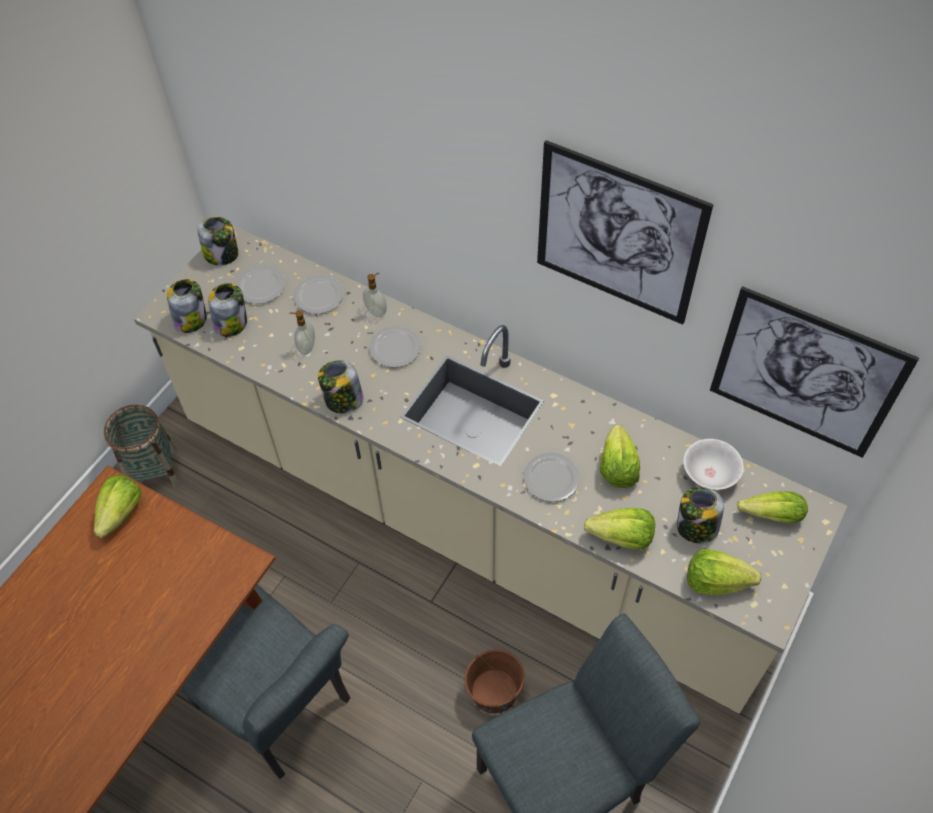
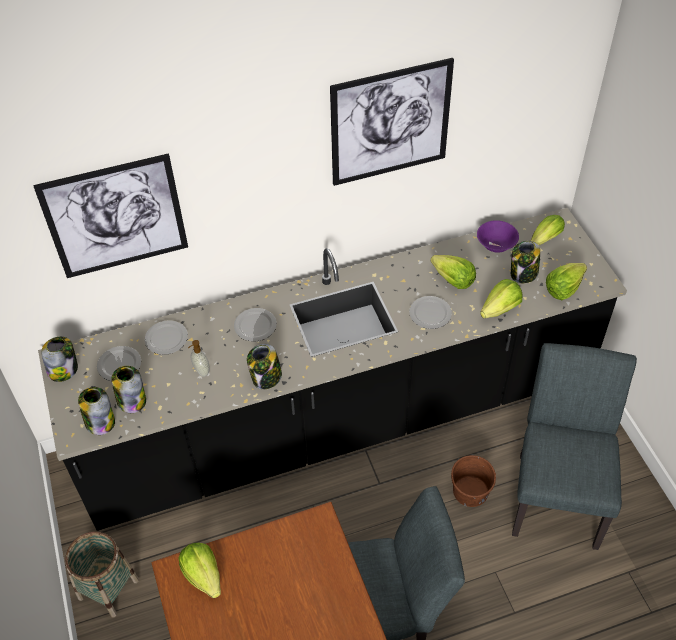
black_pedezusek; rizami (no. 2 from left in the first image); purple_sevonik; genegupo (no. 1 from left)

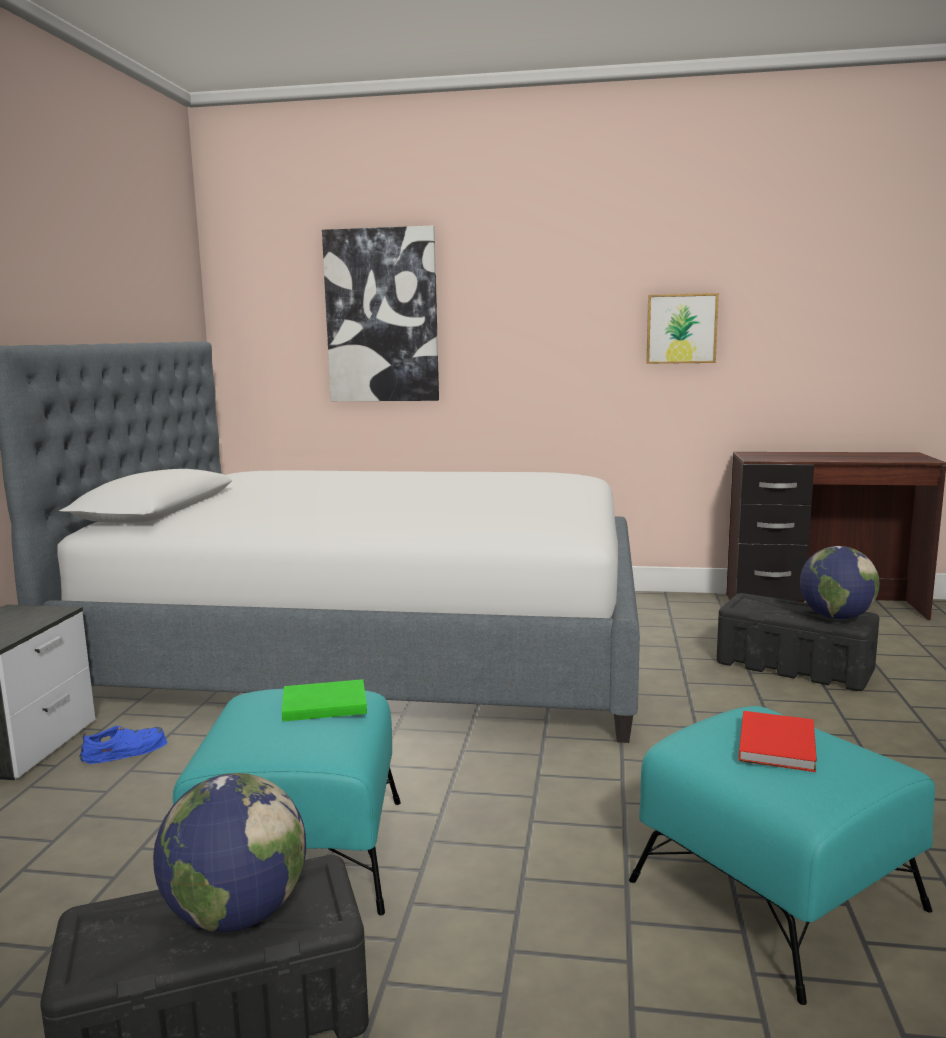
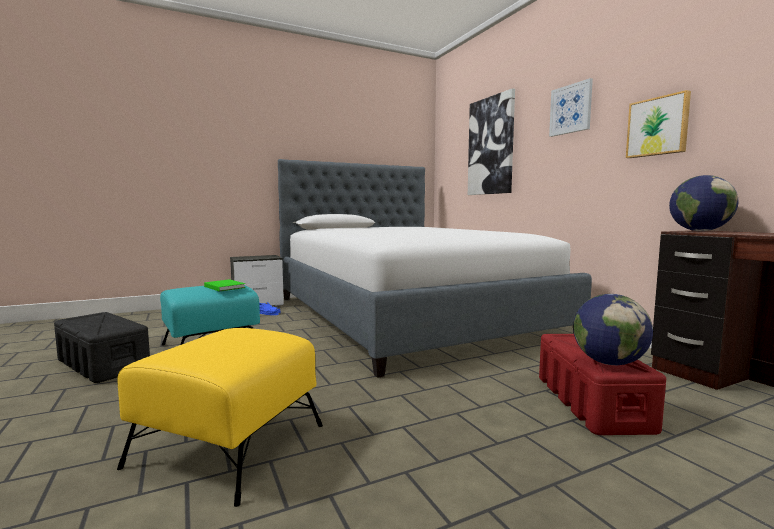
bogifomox (no. 2 from left); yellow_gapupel; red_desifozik; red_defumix; genegupo (no. 2 from left)

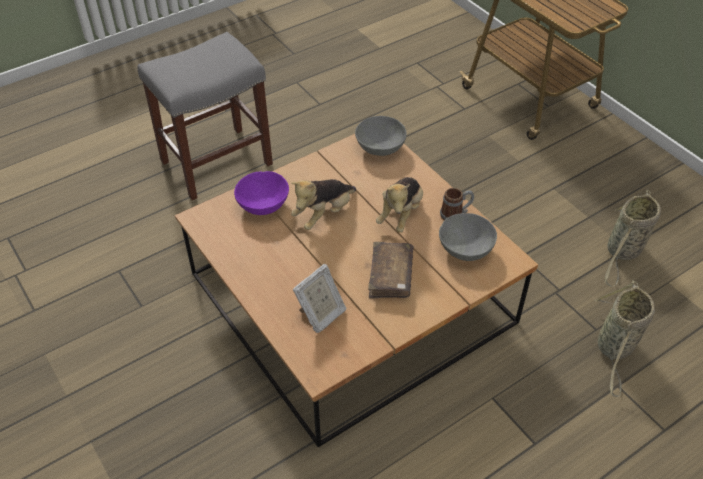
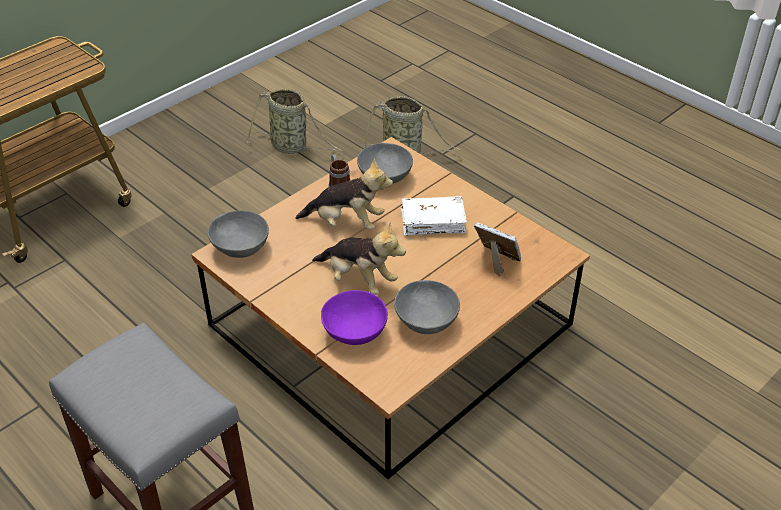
white_defumix; grey_sevonik (no. 3 from left)

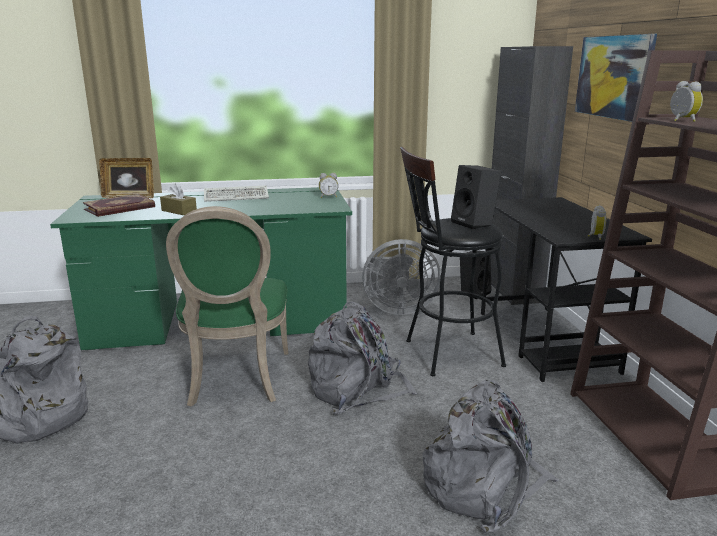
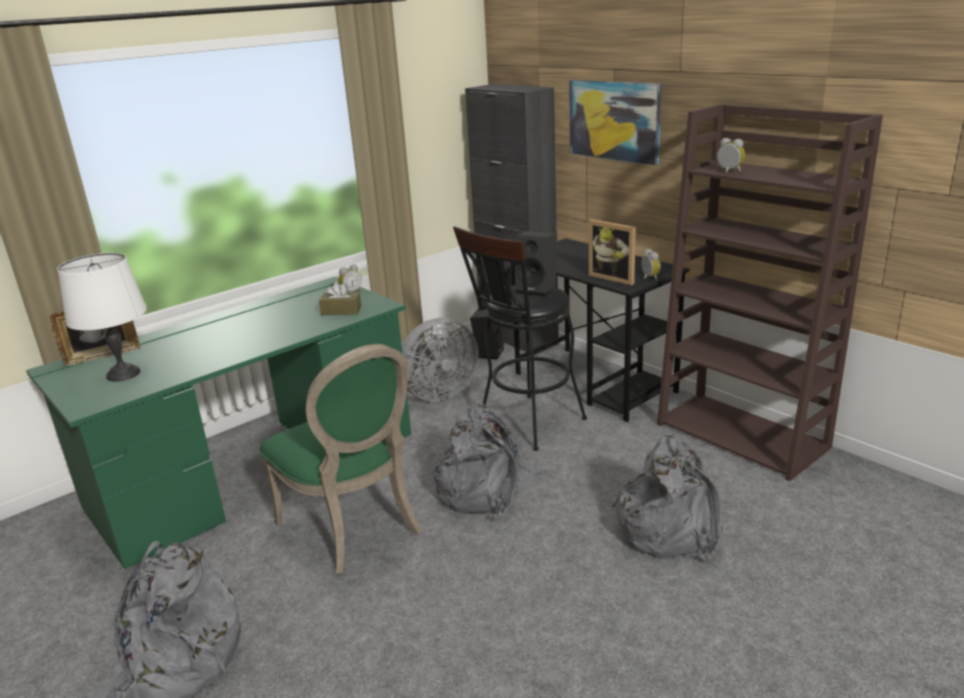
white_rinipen; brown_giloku; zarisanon; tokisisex (no. 2 from left)

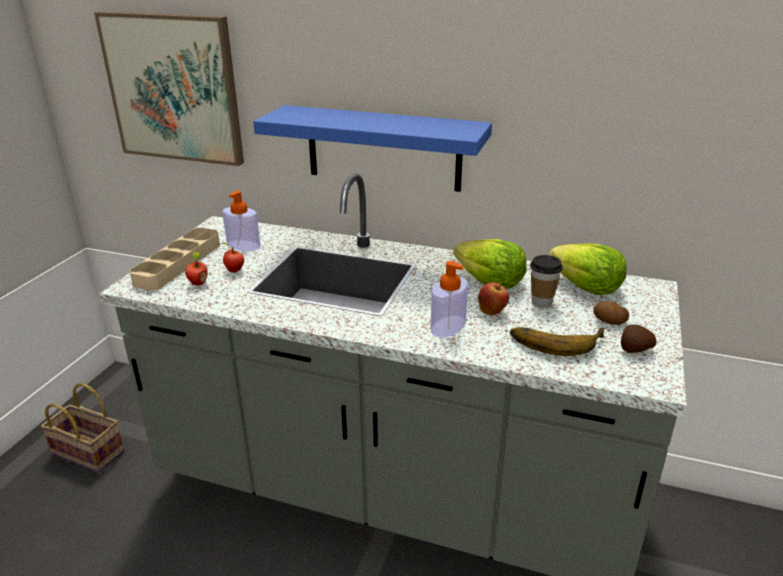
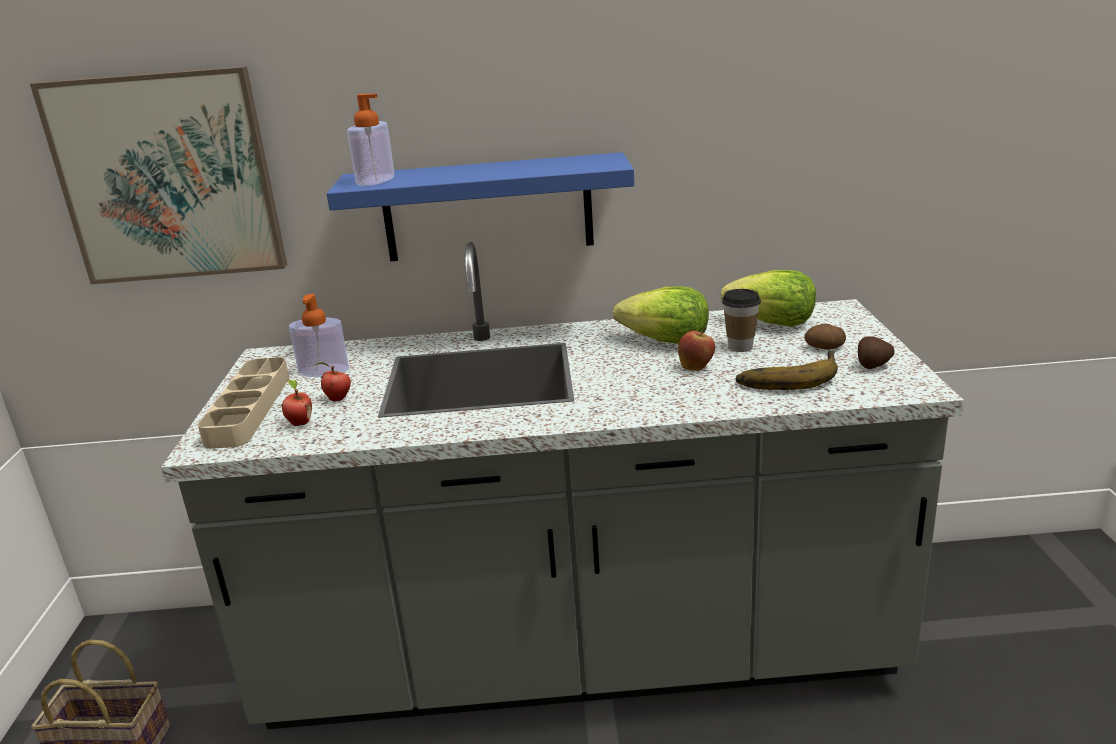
rizami (no. 2 from left)

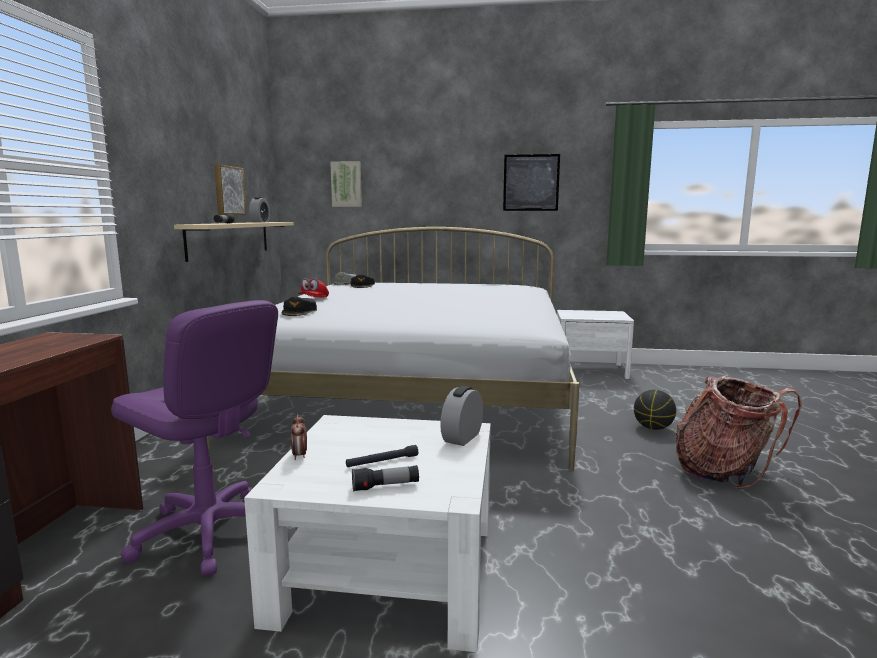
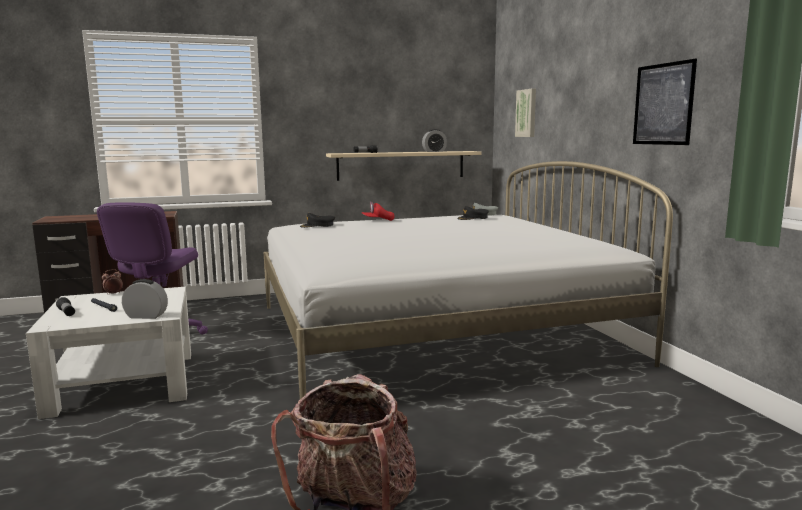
genegupo (no. 1 from left in the first image); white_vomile; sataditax

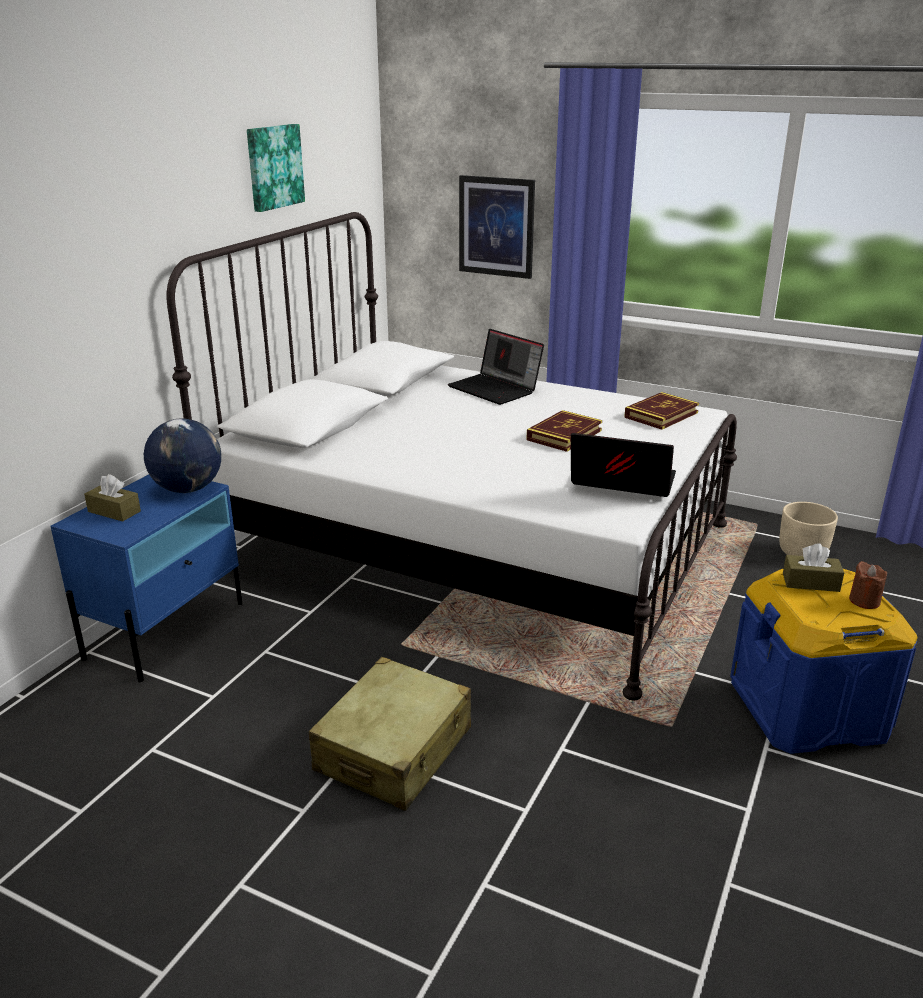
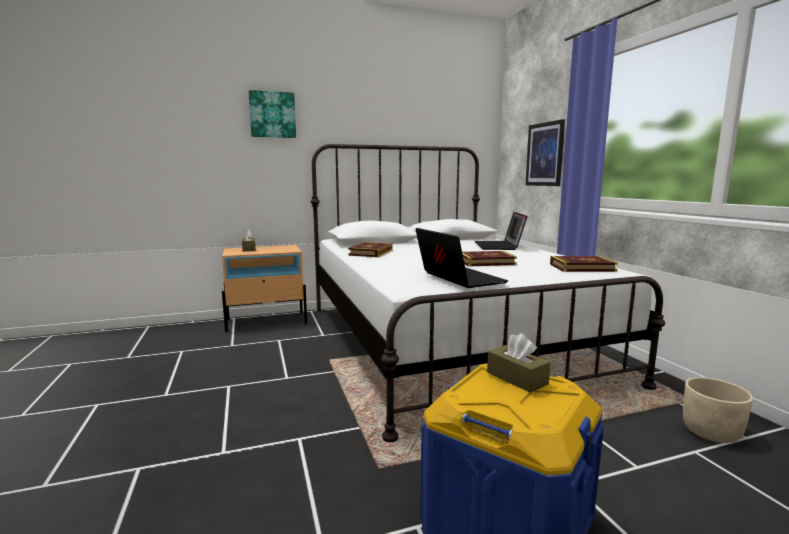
beige_vomile; bogifomox; genegupo (no. 1 from left); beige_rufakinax; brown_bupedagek; defumix (no. 1 from left)

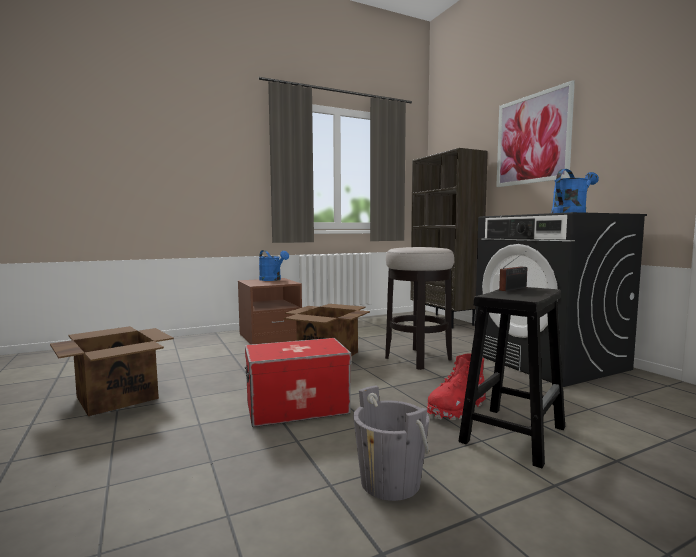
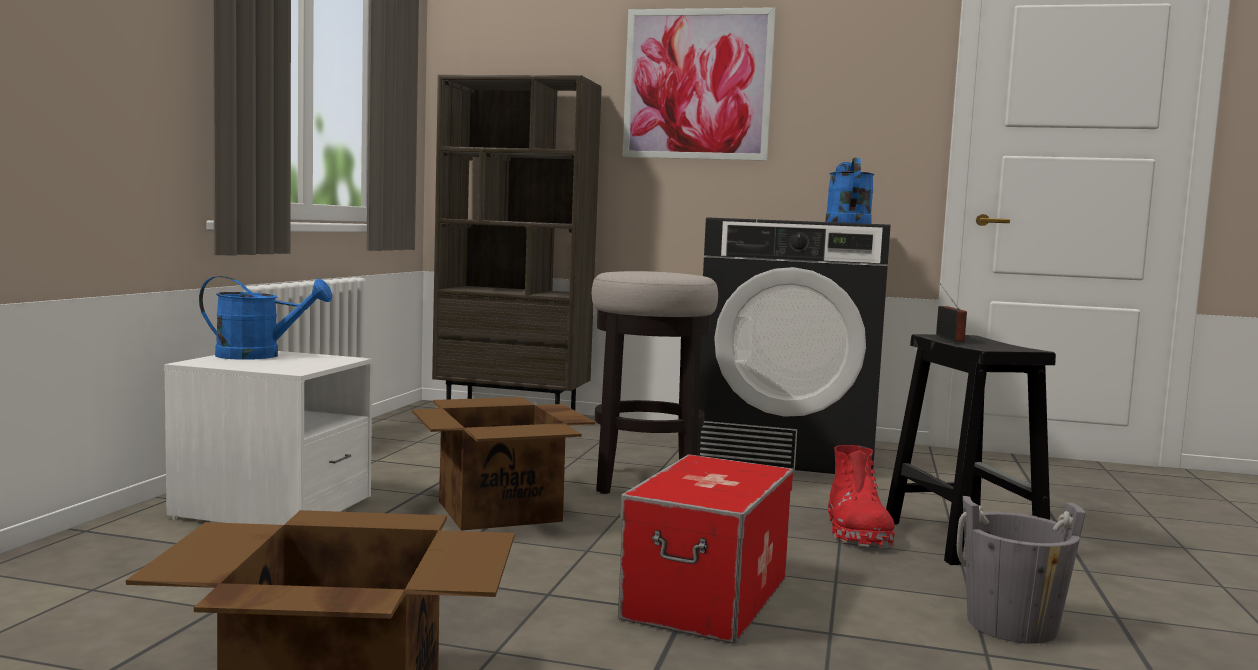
white_vomile

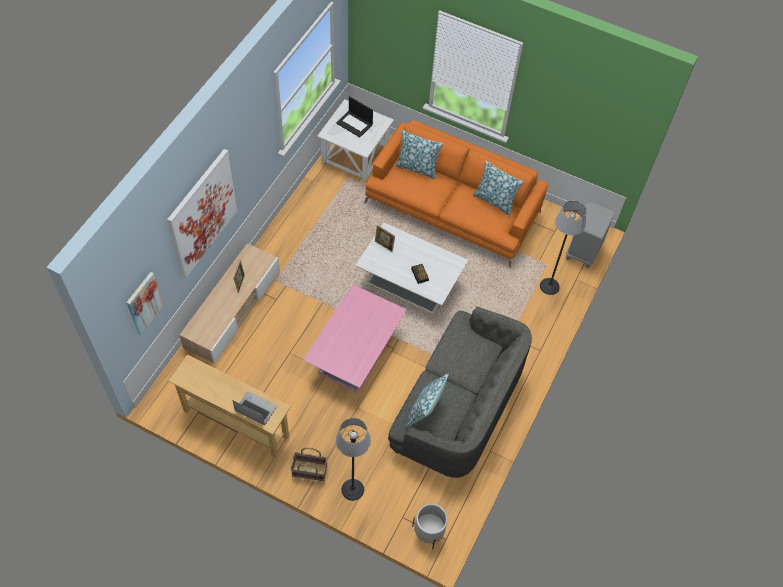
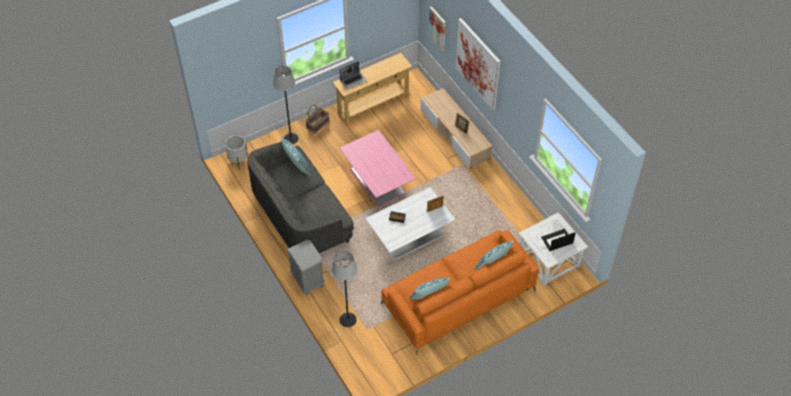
grey_vomile

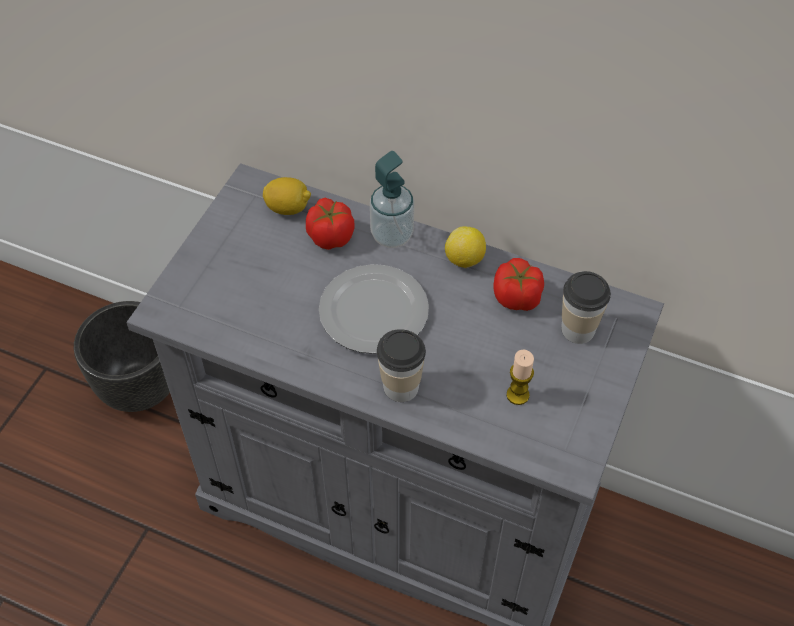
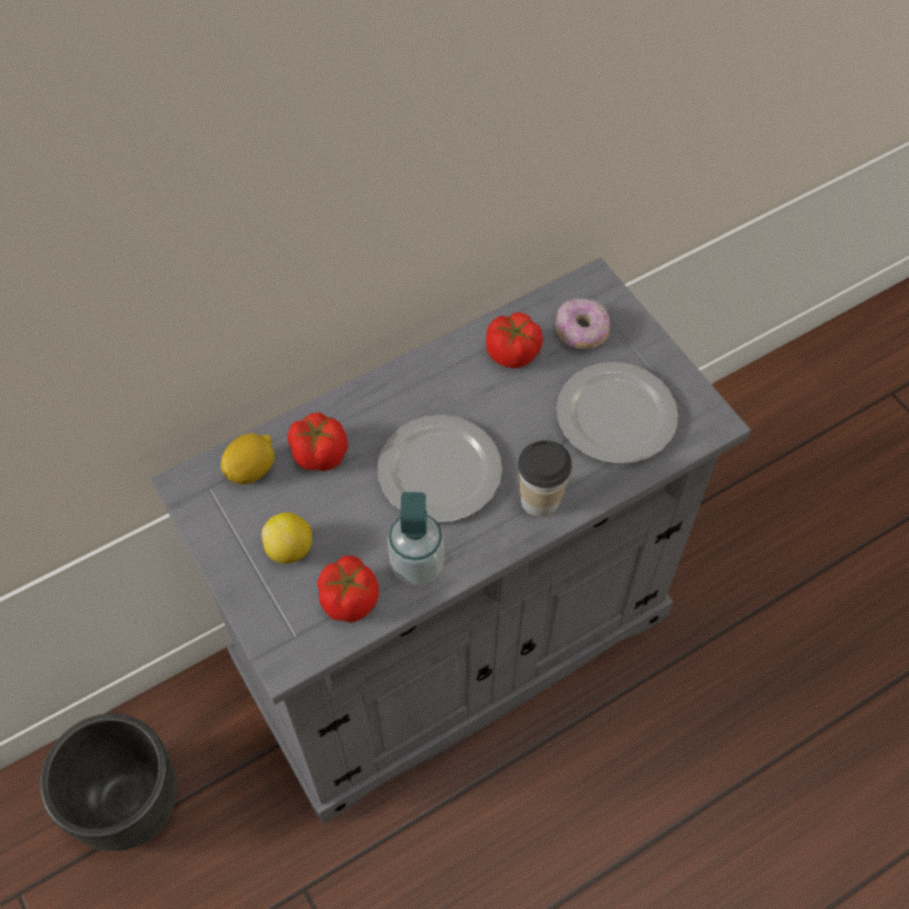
rizami; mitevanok (no. 2 from left); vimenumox (no. 2 from left); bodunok; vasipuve (no. 2 from left)

